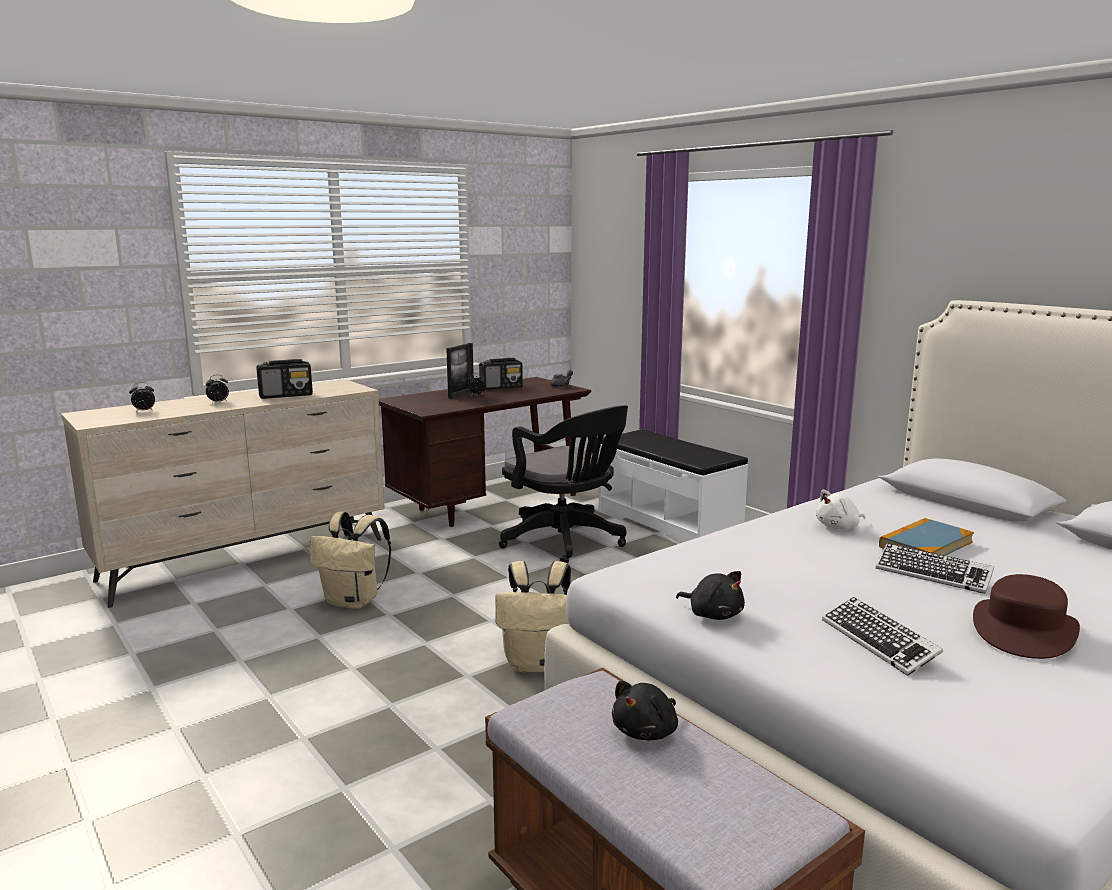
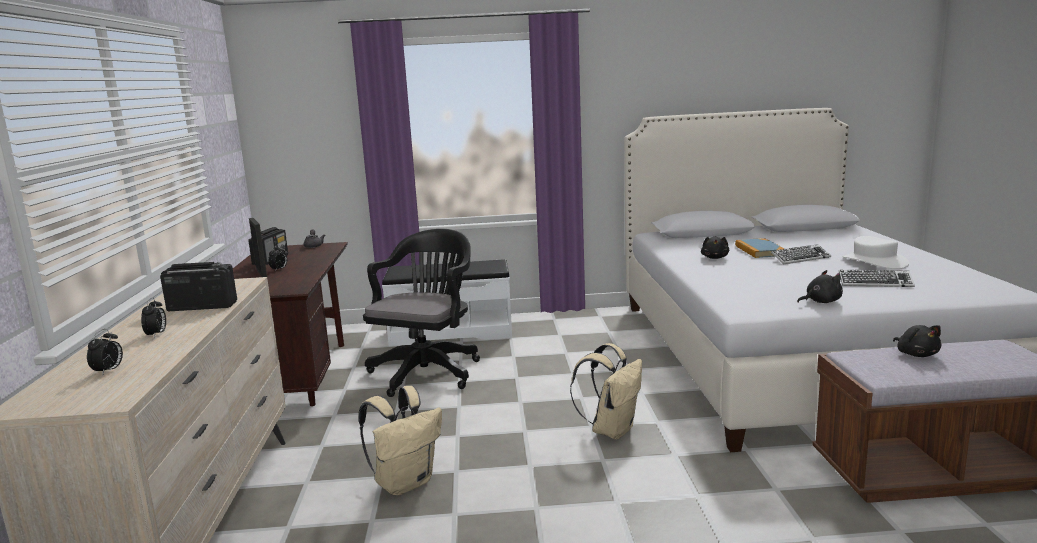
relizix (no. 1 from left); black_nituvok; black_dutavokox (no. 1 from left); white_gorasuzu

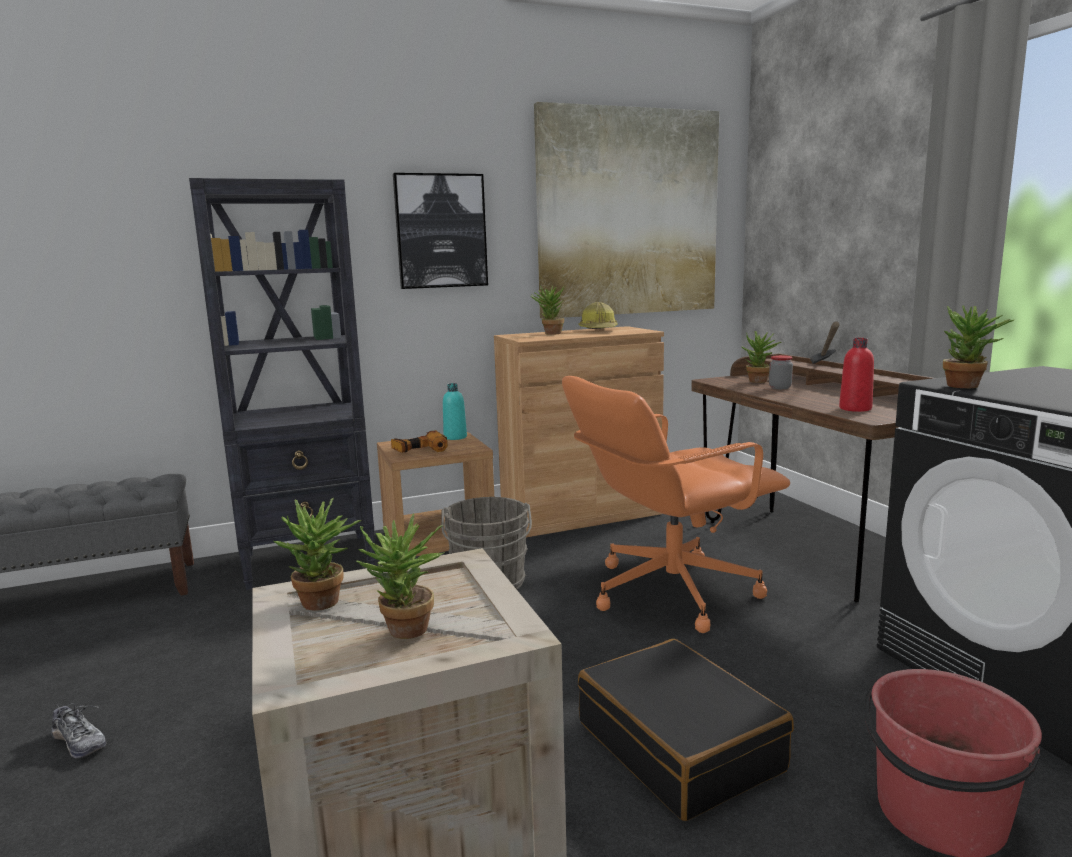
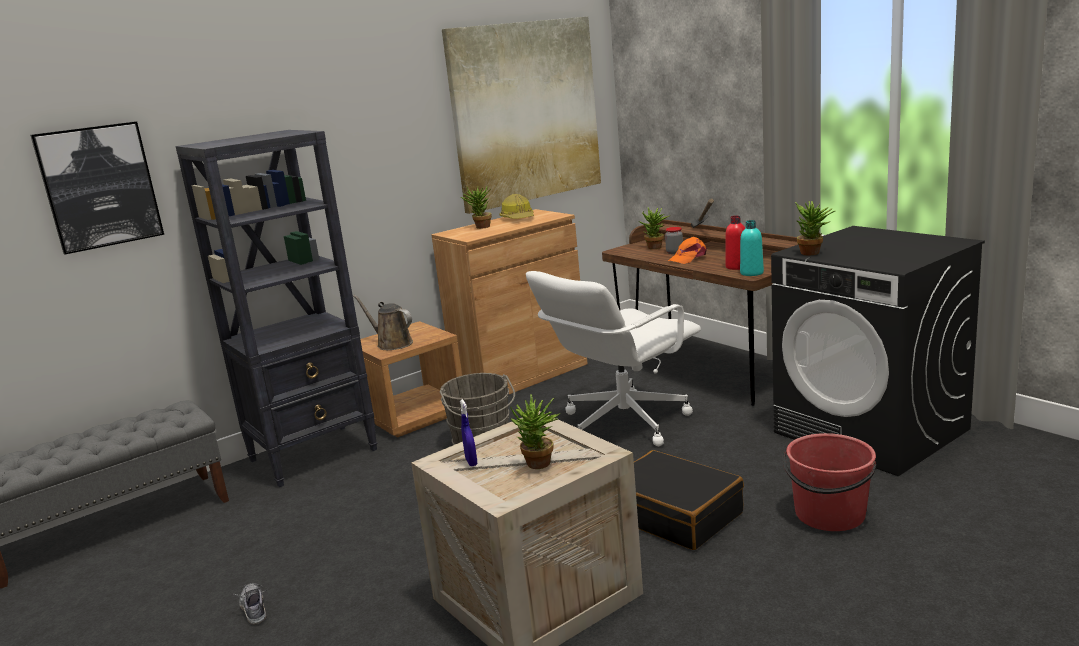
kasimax; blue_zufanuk; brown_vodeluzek; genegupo (no. 1 from left); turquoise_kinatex; white_nituvok; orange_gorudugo

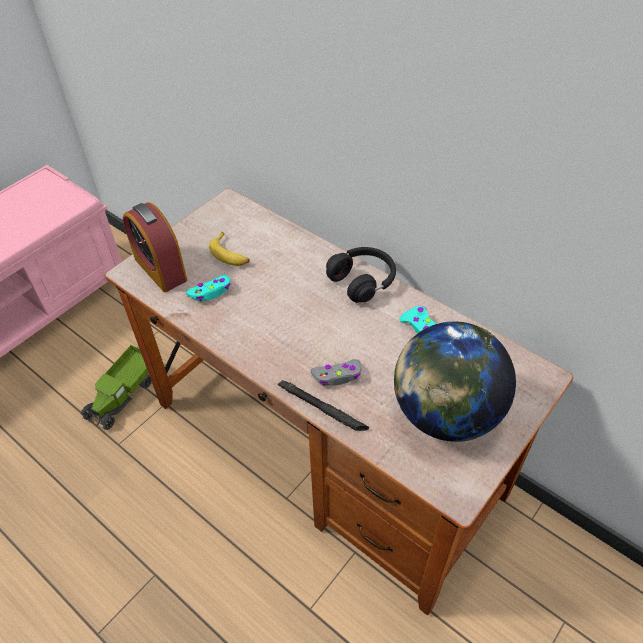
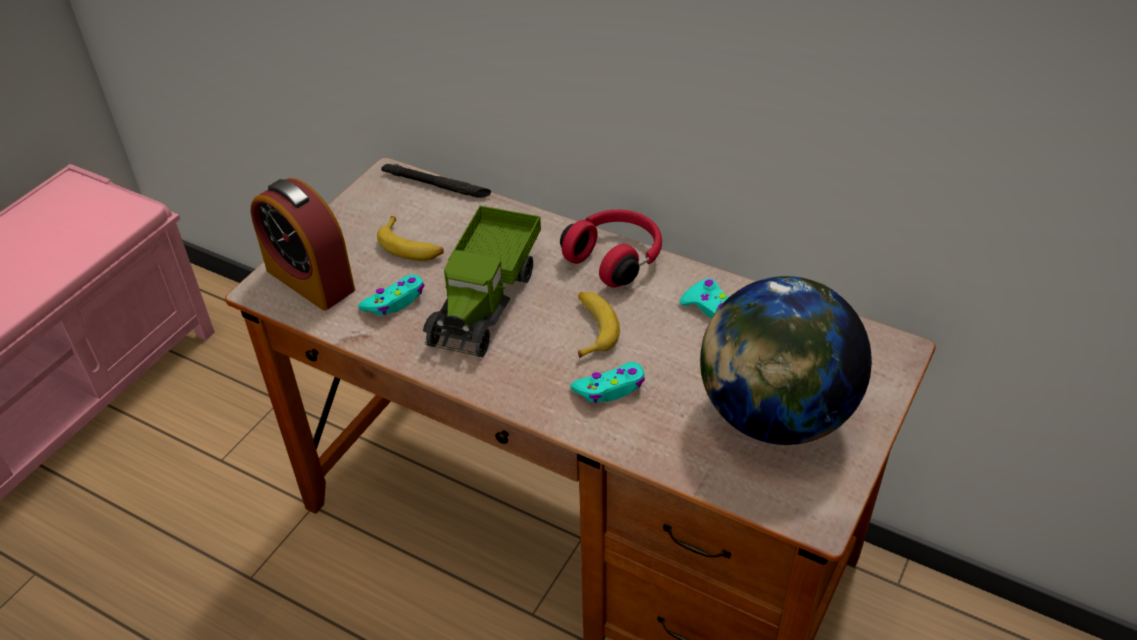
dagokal; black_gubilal; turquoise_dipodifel (no. 2 from left); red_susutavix; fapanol (no. 2 from left)

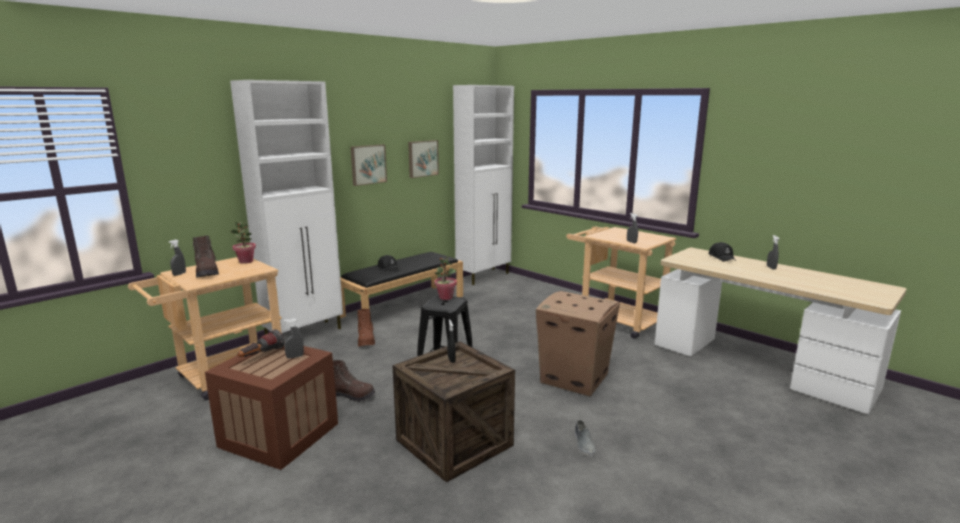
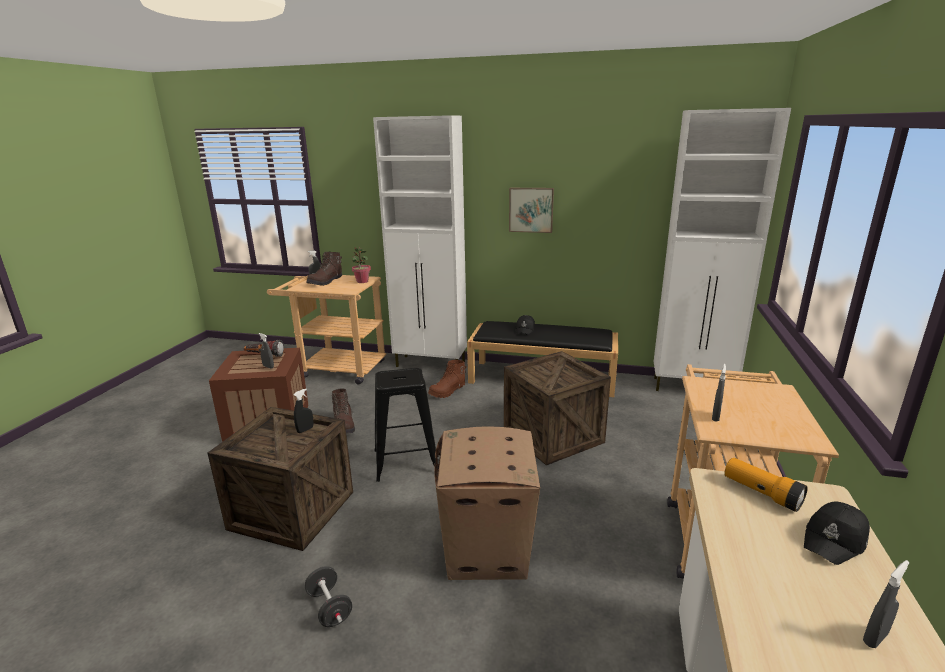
genegupo (no. 2 from left in the first image); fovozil (no. 2 from left in the first image); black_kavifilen; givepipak (no. 3 from left); gubilal (no. 2 from left)

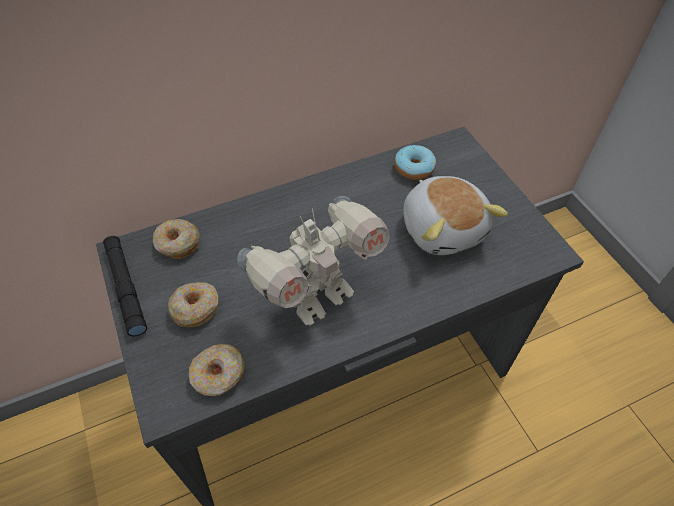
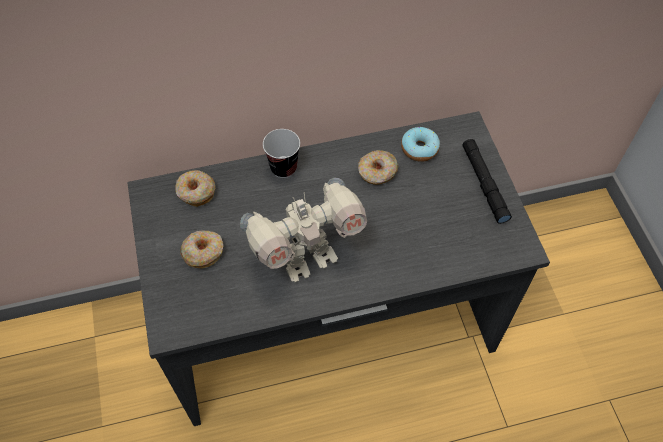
black_gubilal; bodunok (no. 3 from left); dutavokox; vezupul

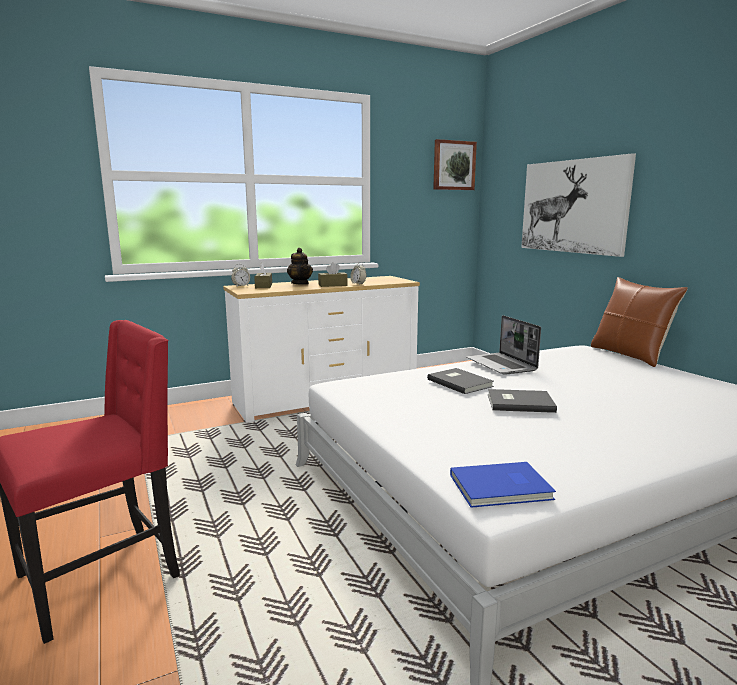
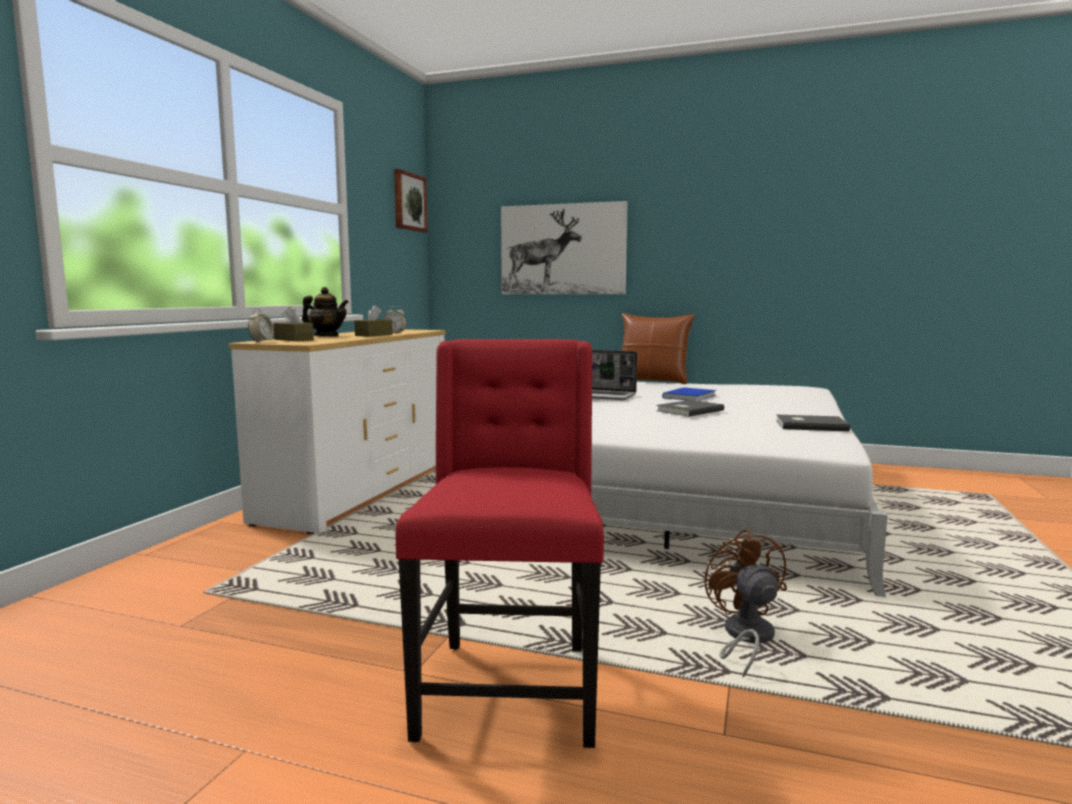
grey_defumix (no. 2 from left); blue_defumix; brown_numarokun

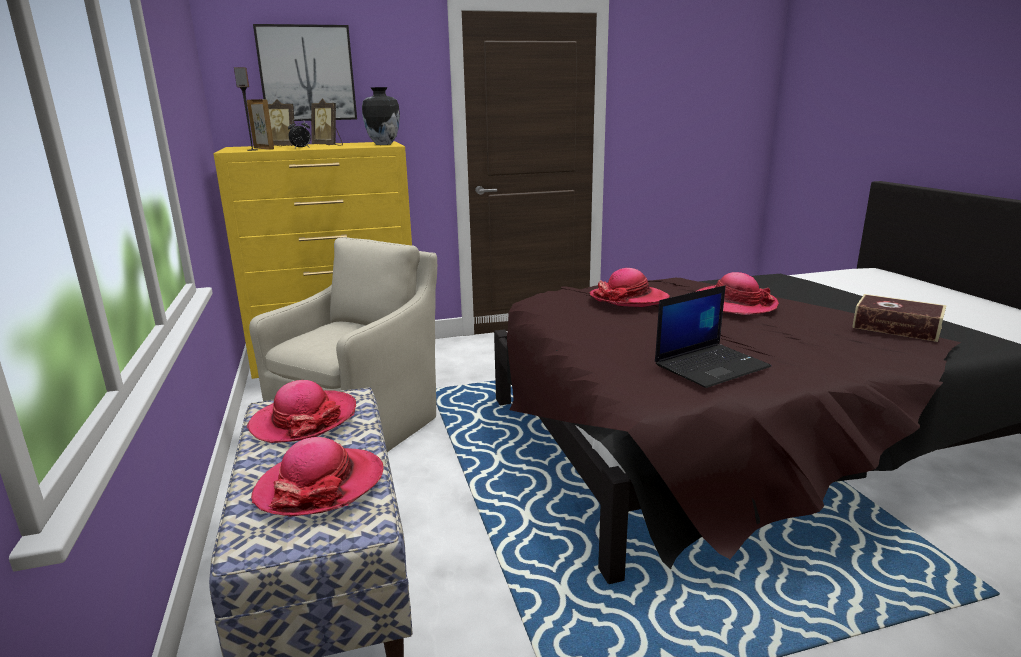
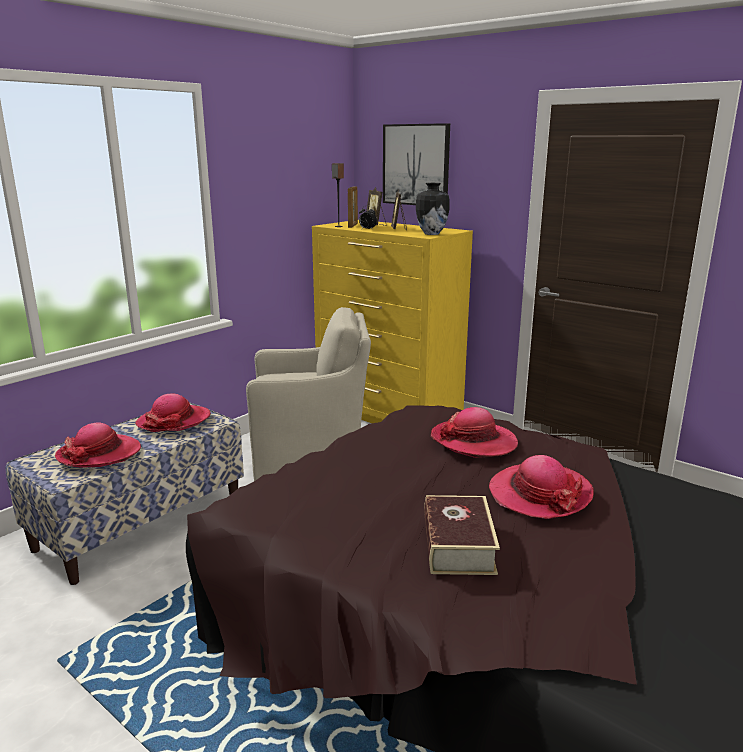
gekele; defumix

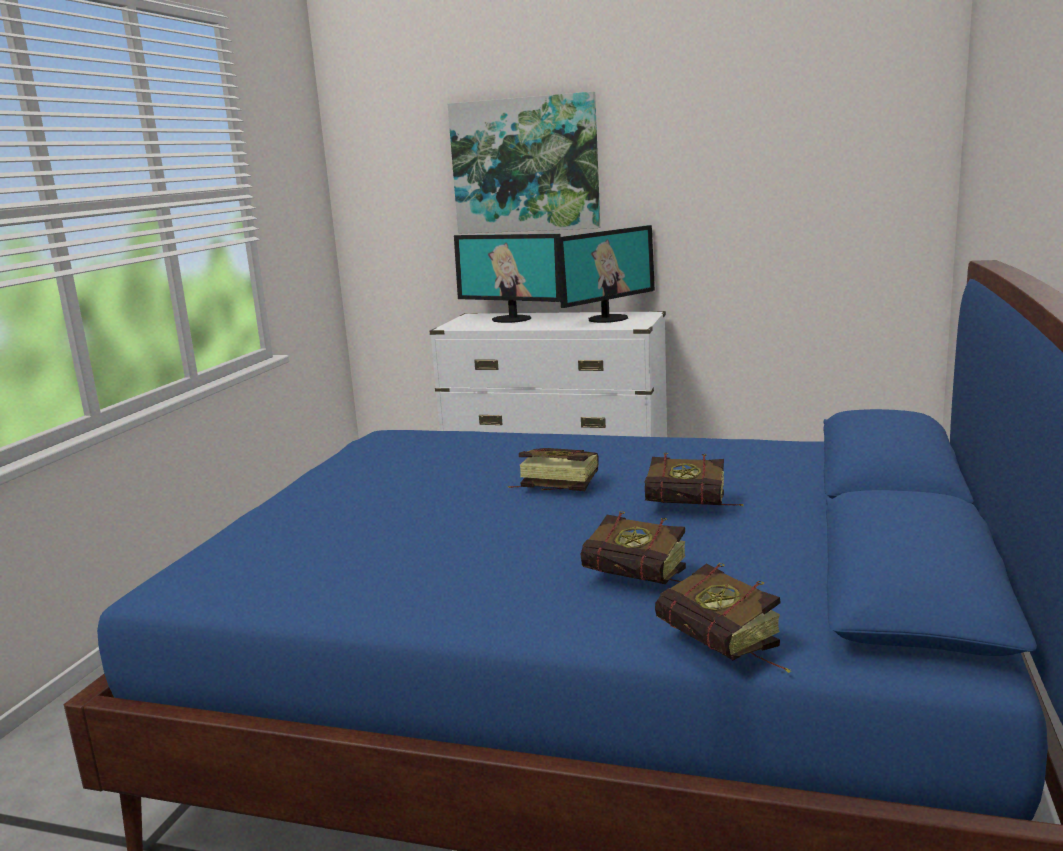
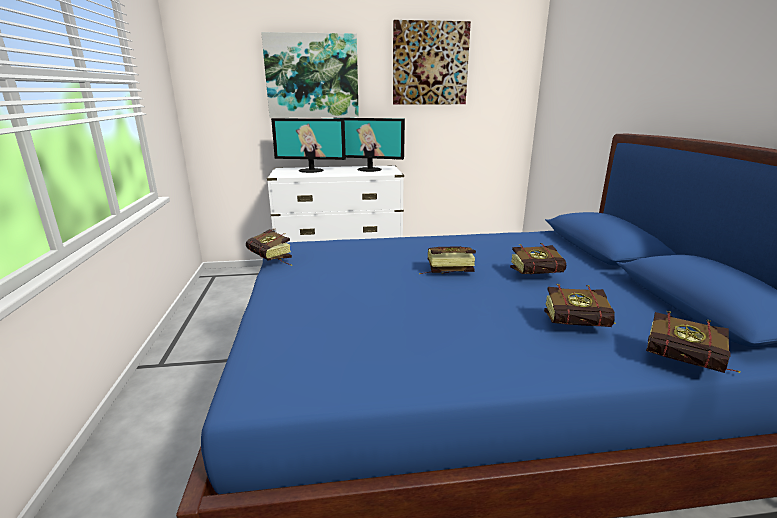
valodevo (no. 2 from left); defumix (no. 1 from left); genegupo (no. 2 from left)

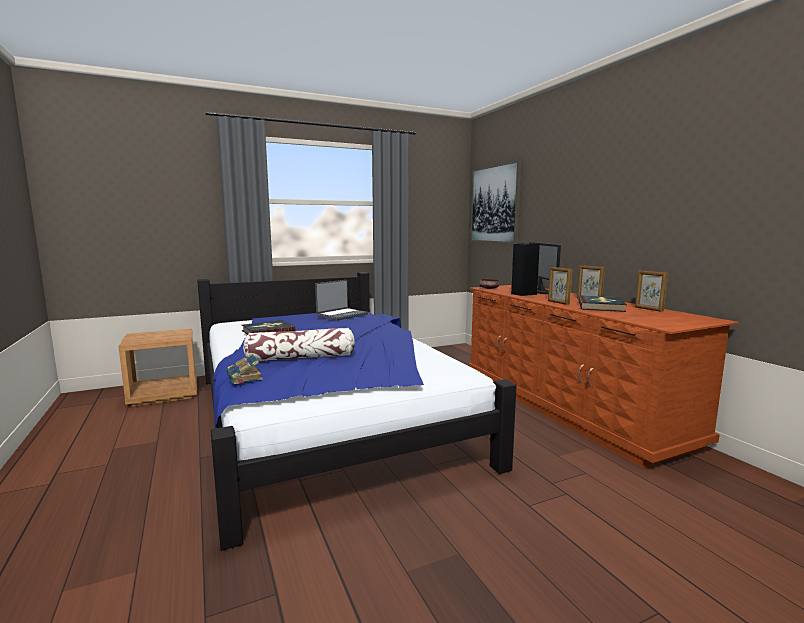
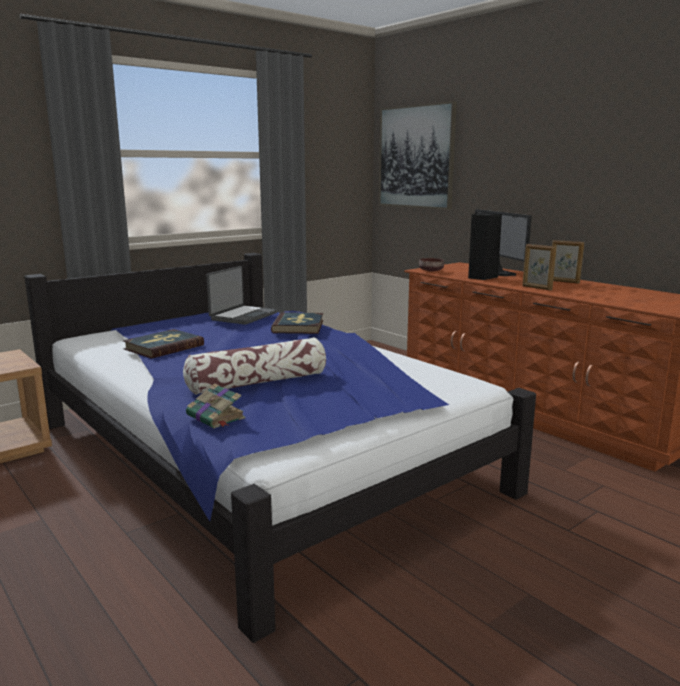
defumix (no. 3 from left); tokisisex (no. 3 from left in the first image)

